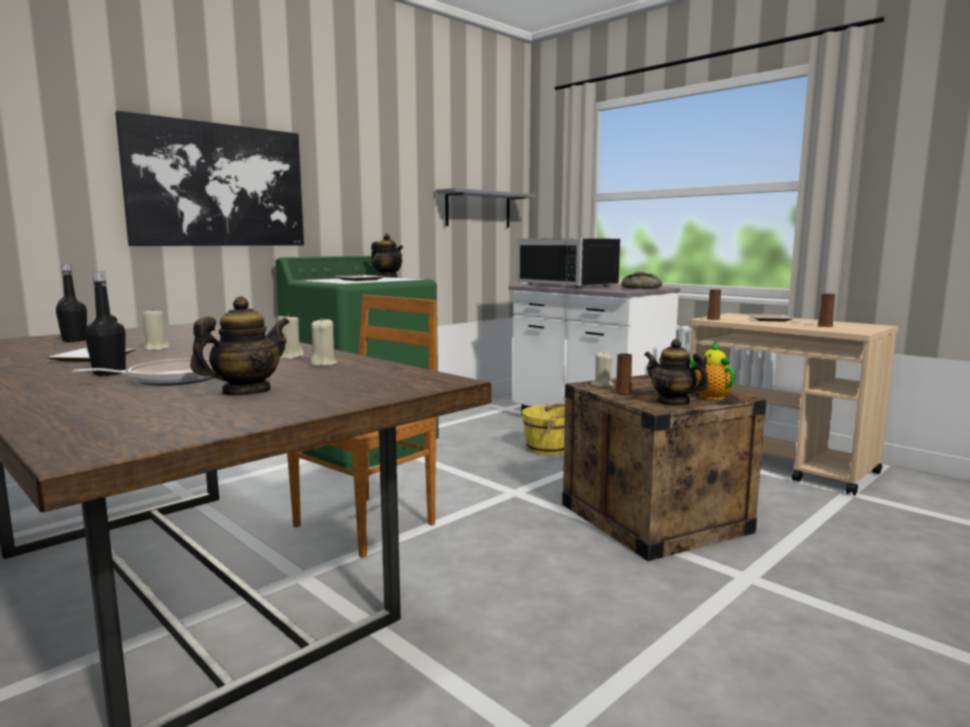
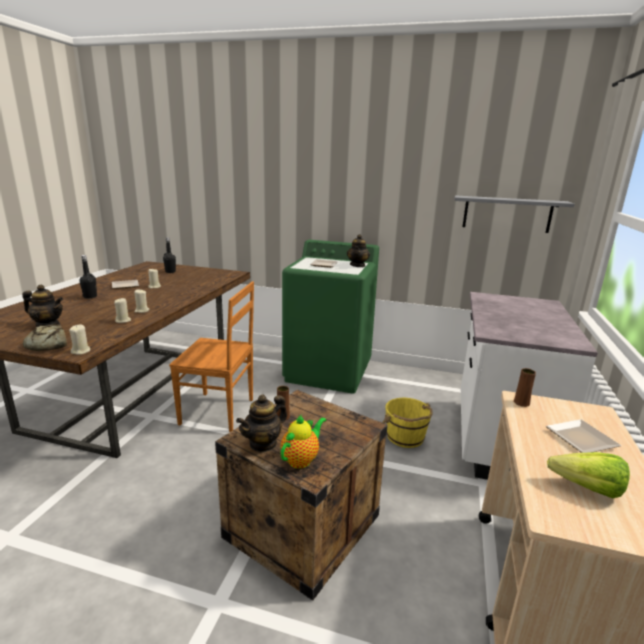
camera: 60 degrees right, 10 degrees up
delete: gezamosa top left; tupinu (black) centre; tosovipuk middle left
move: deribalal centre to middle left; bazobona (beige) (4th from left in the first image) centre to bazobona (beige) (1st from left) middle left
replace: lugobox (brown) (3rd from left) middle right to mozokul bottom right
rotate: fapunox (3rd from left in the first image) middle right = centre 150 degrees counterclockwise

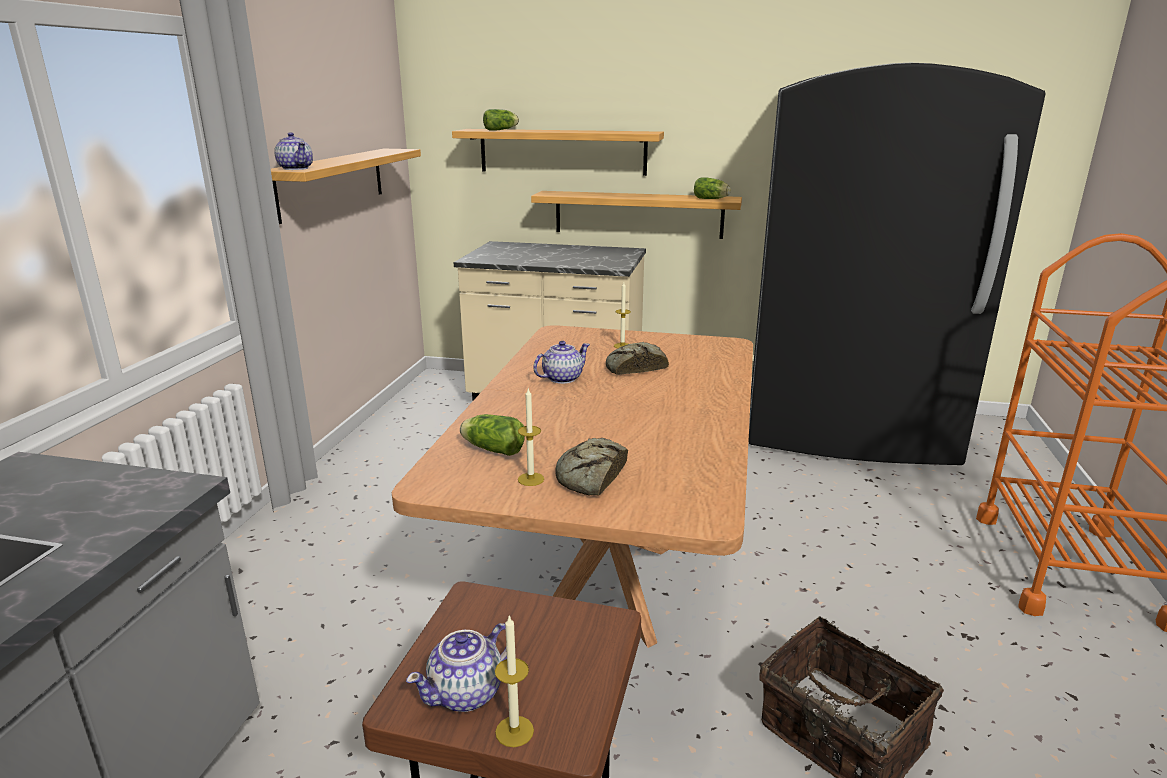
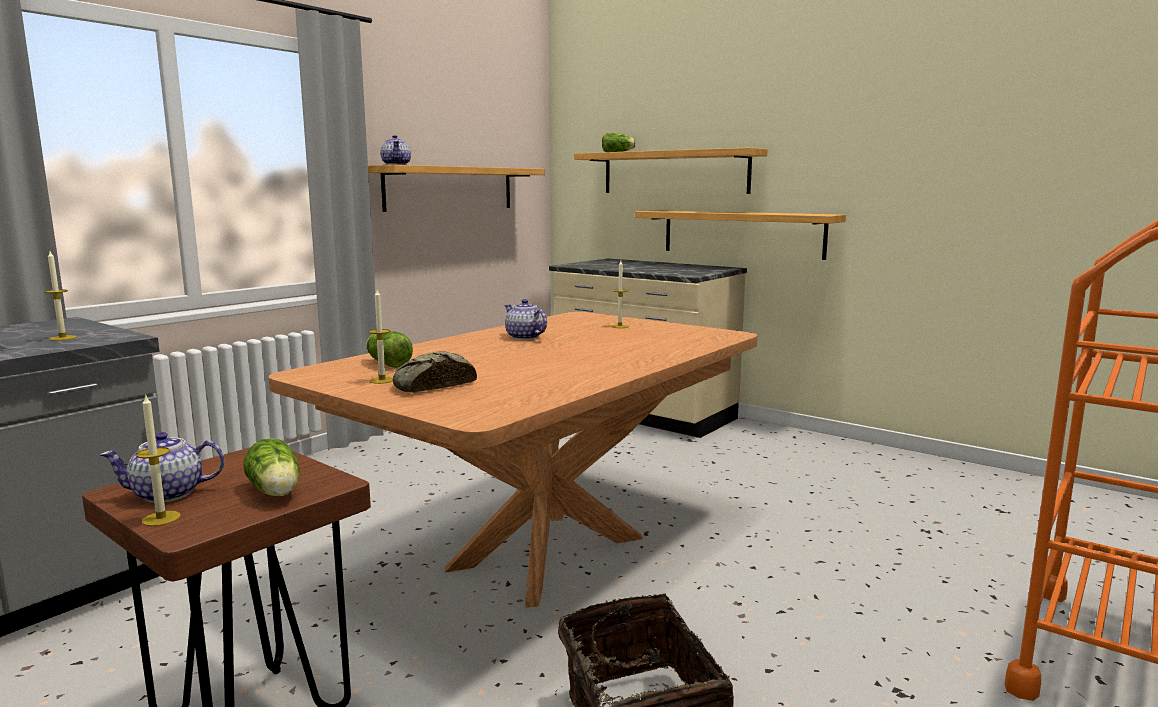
camera: 25 degrees right, 10 degrees down
delete: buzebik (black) middle right; deribalal (2nd from left) centre
insert: bazobona (1st from left) middle left
move: mozokul (3rd from left in the first image) top centre to mozokul (1st from left) middle left
rotate: fapunox (3rd from left) centre = centre 120 degrees counterclockwise

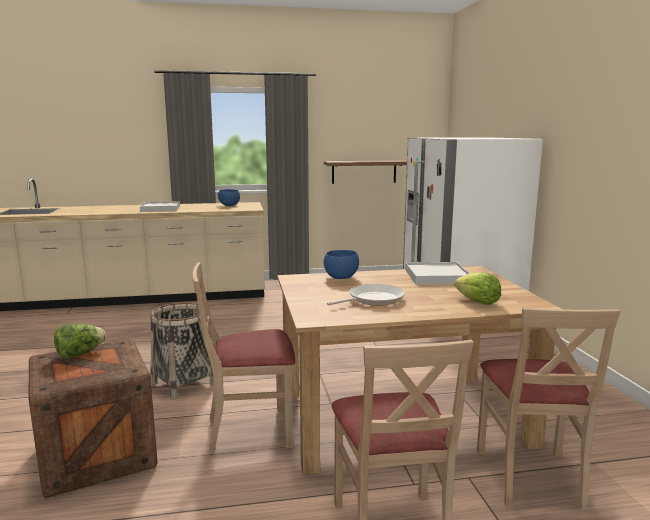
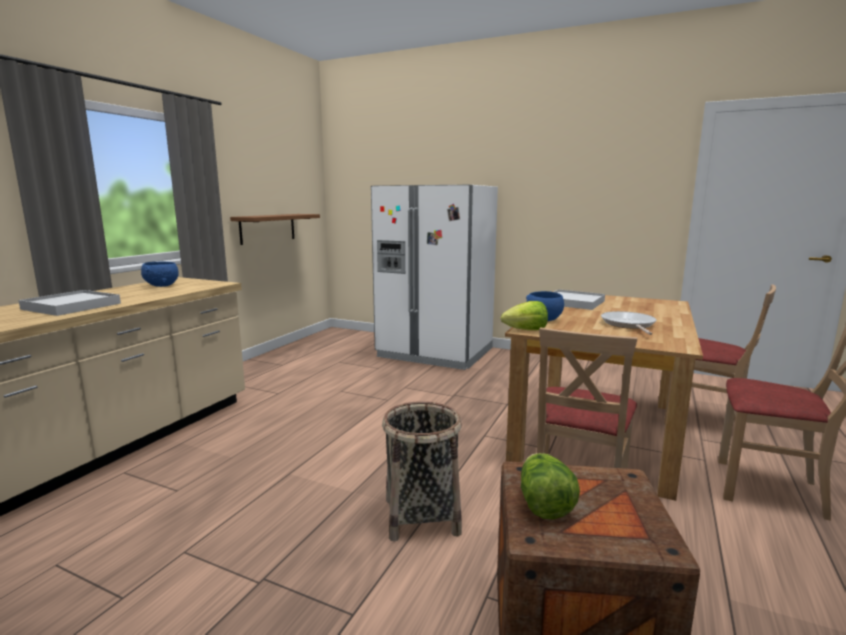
camera: 55 degrees left, 0 degrees up
move: mozokul (2nd from left in the first image) middle right to mozokul (1st from left) centre

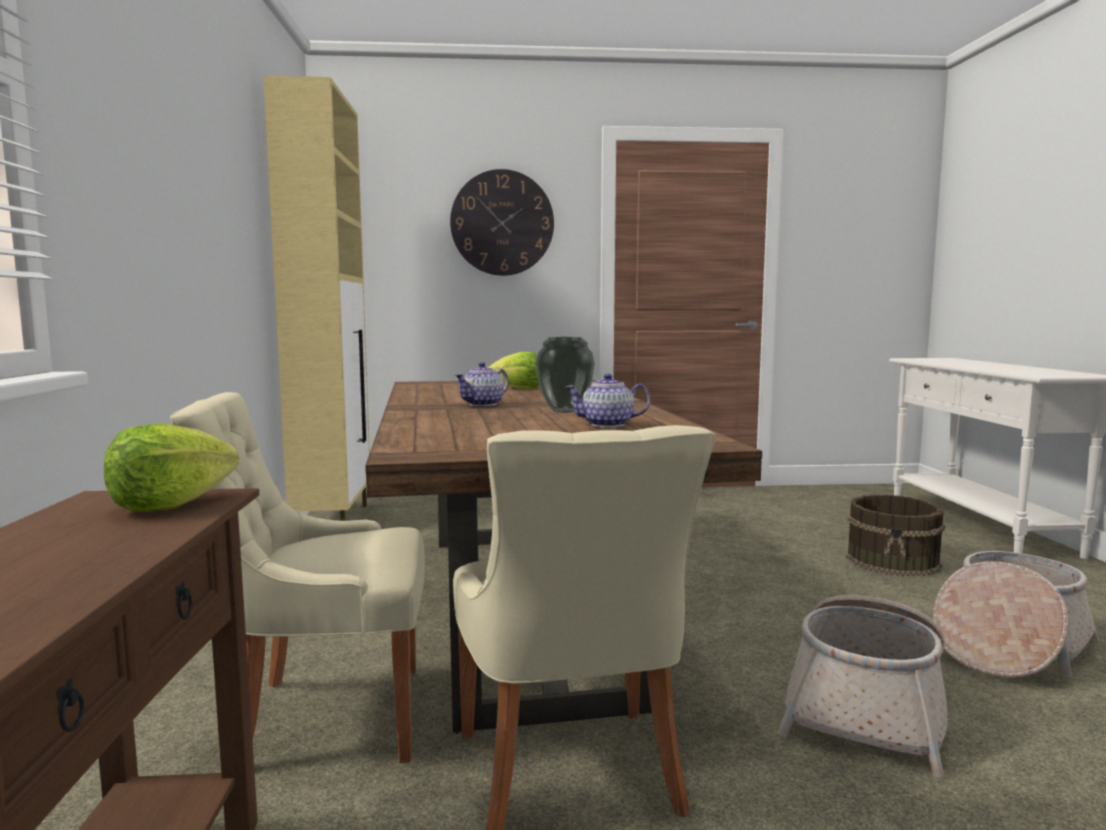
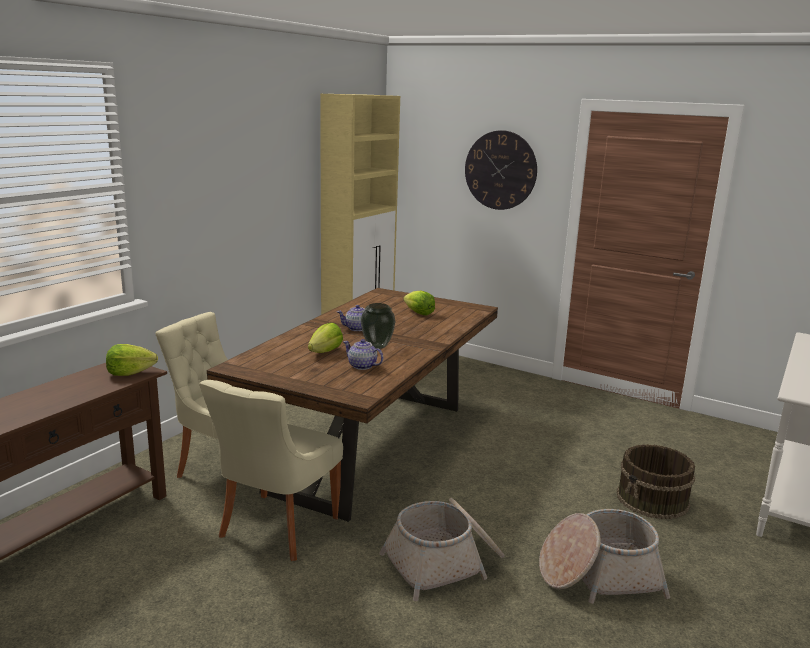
camera: 35 degrees right, 10 degrees up
insert: mozokul (2nd from left) centre

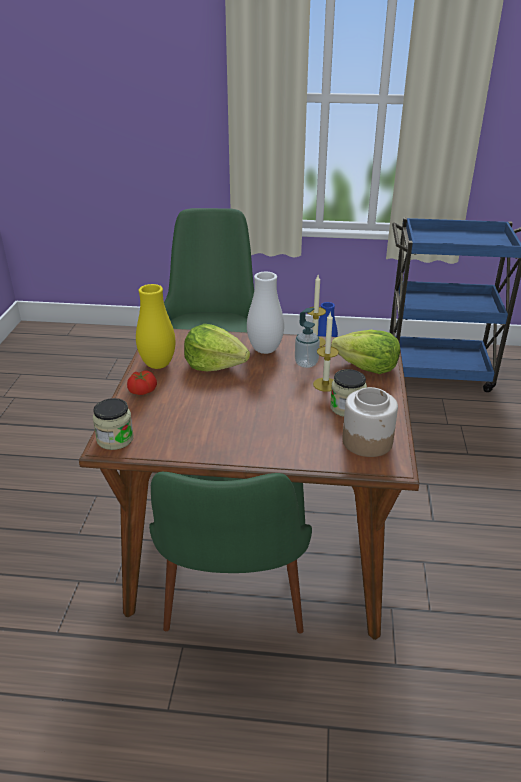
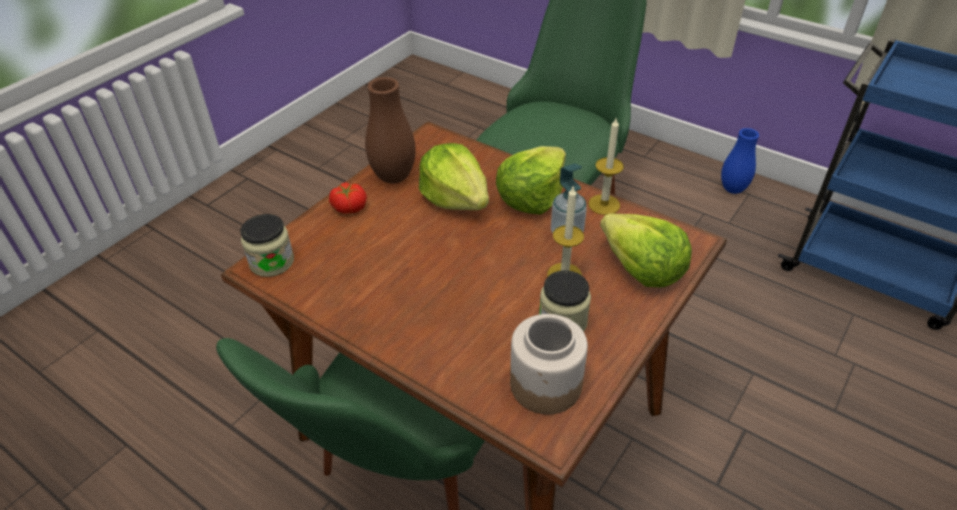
camera: 30 degrees right, 10 degrees up
replace: lugobox (white) centre to mozokul (2nd from left) centre
recolor: lugobox (yellow) middle left to lugobox (brown) top centre

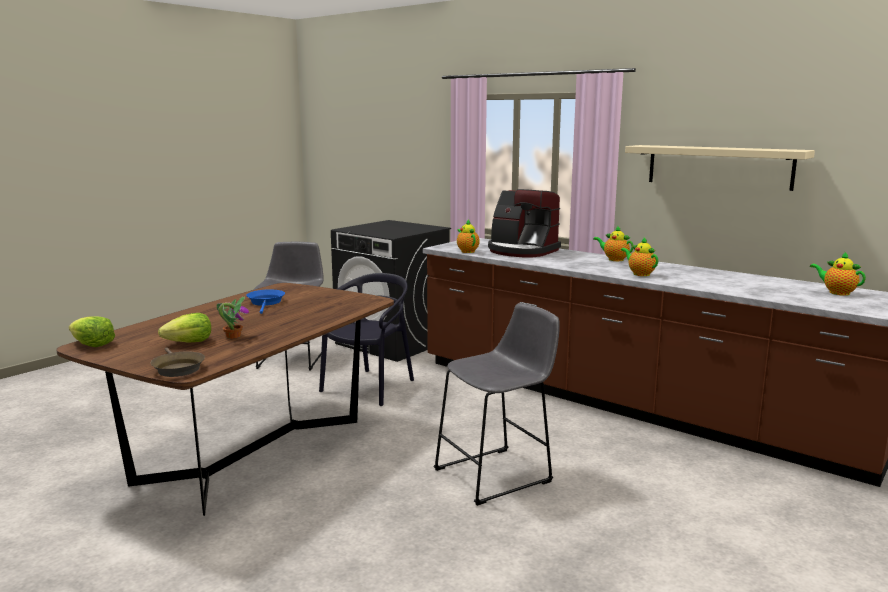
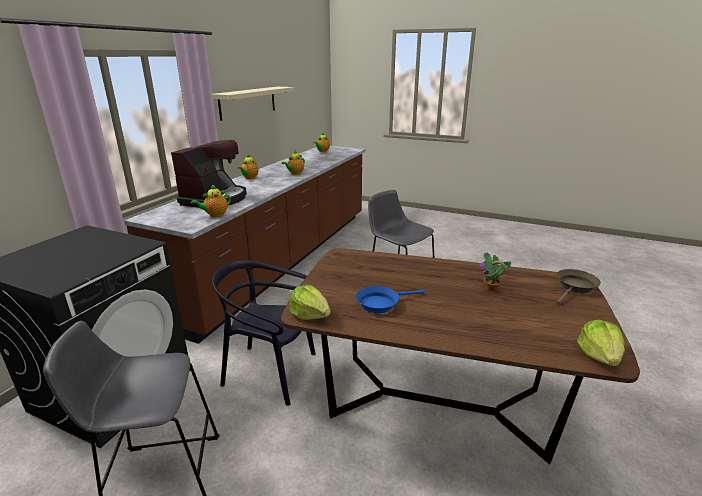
camera: 105 degrees left, 10 degrees up
move: mozokul (2nd from left in the first image) middle left to mozokul (1st from left) centre

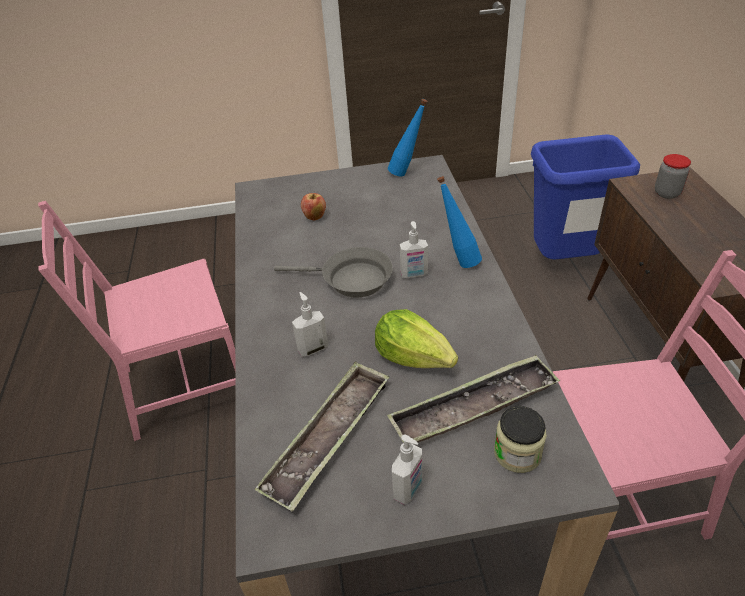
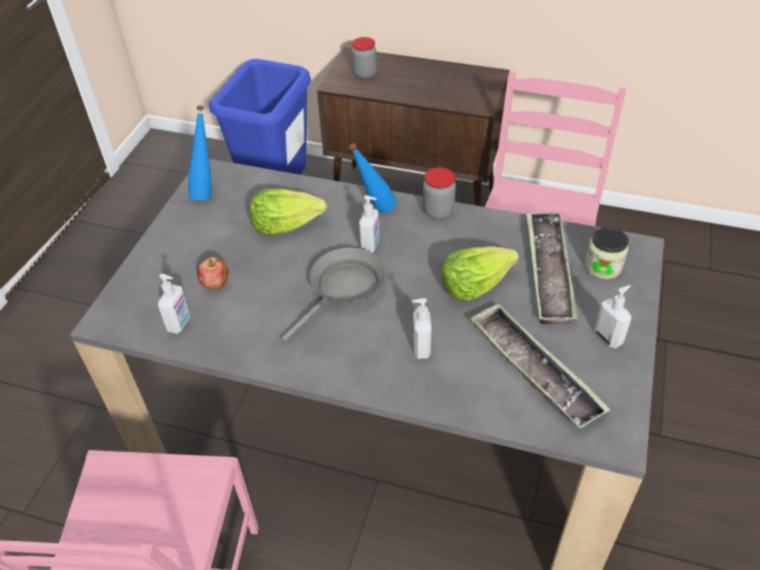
camera: 65 degrees left, 5 degrees up
insert: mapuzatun (2nd from left) centre; mozokul (1st from left) centre; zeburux (1st from left) middle left

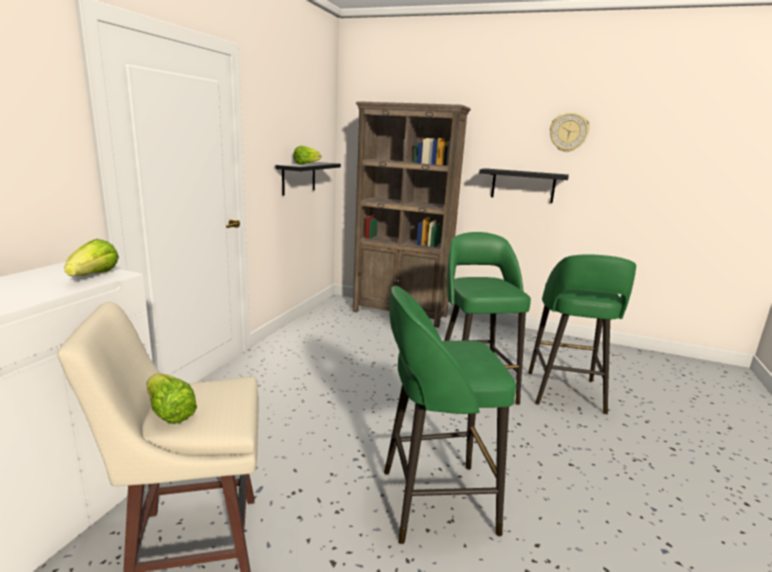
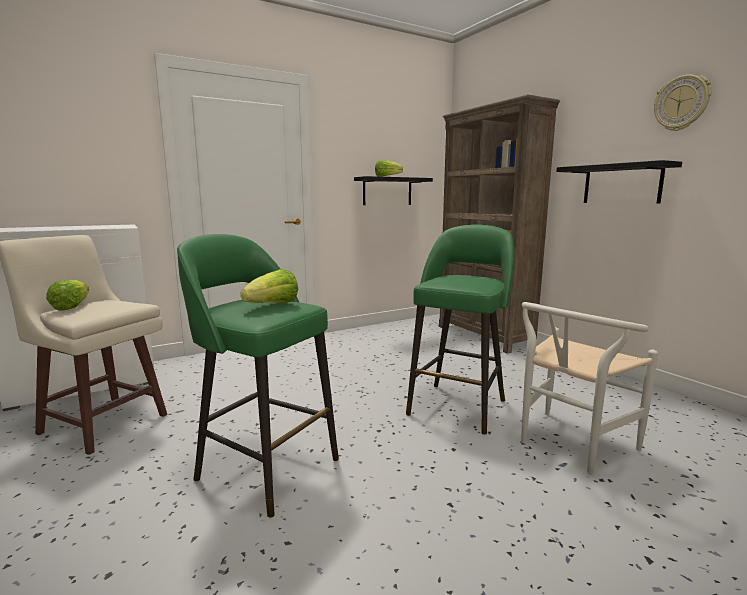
camera: 40 degrees right, 5 degrees down
move: mozokul (1st from left in the first image) middle left to mozokul (2nd from left) centre
replace: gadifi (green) (3rd from left) middle right to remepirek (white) middle right

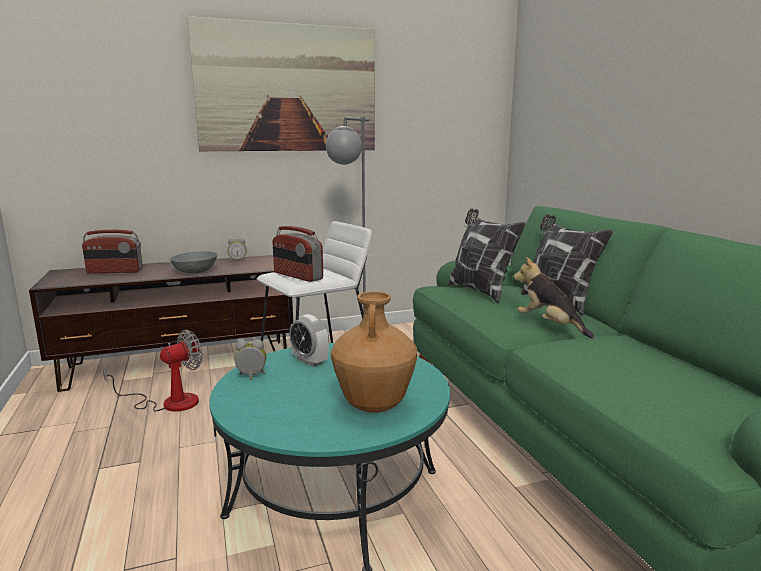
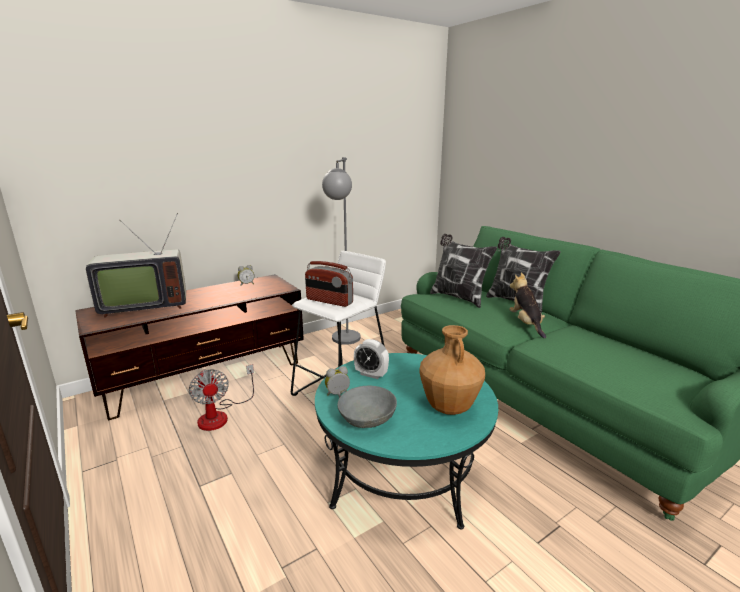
camera: 15 degrees left, 5 degrees up
delete: gezamosa top centre
move: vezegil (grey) middle left to bottom centre
replace: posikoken (1st from left) middle left to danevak middle left
rotate: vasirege middle right = middle right 45 degrees clockwise; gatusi middle left = bottom left 120 degrees clockwise

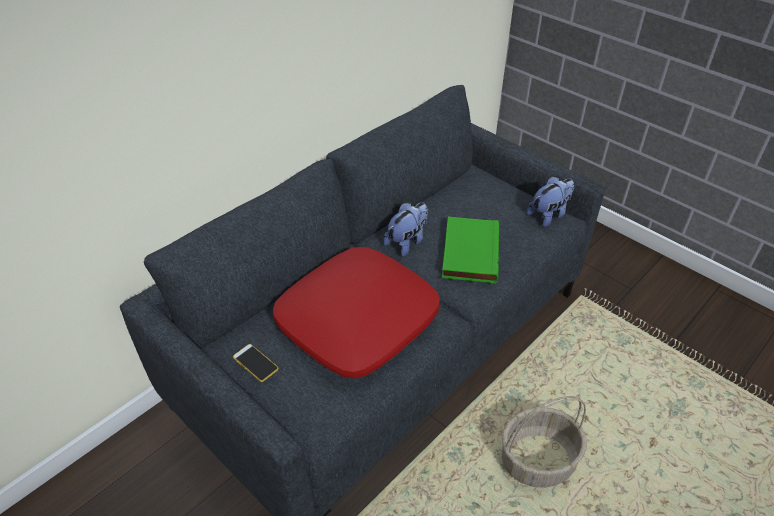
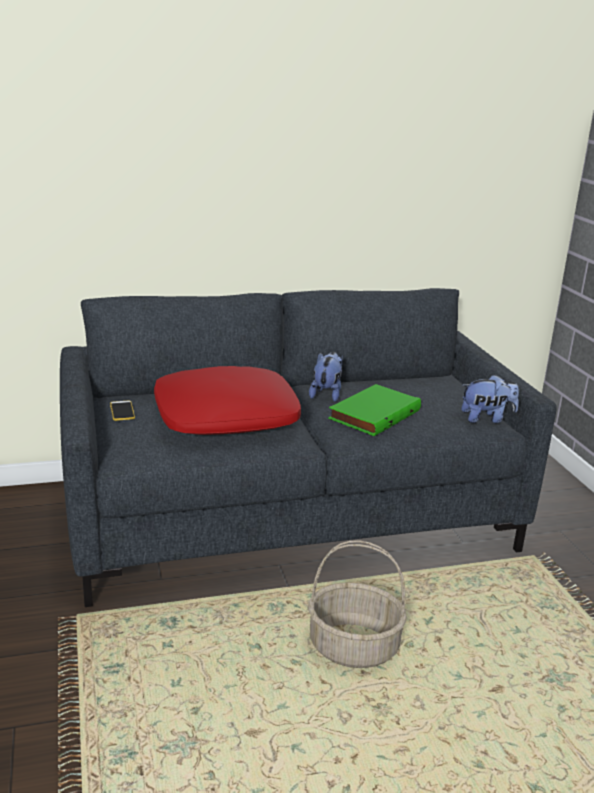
camera: 30 degrees right, 20 degrees down
rotate: vasirege (1st from left) centre = centre 60 degrees counterclockwise

